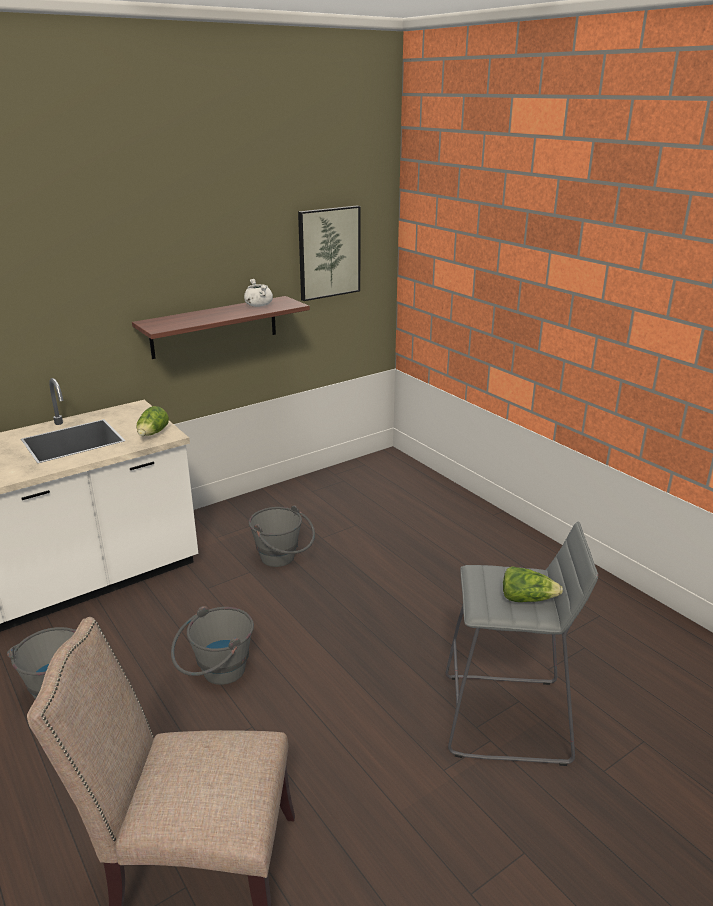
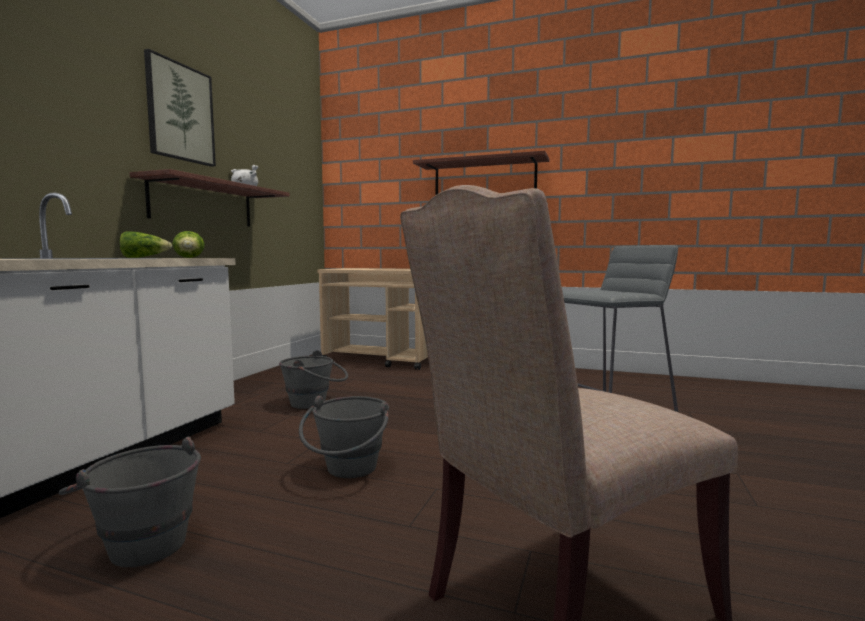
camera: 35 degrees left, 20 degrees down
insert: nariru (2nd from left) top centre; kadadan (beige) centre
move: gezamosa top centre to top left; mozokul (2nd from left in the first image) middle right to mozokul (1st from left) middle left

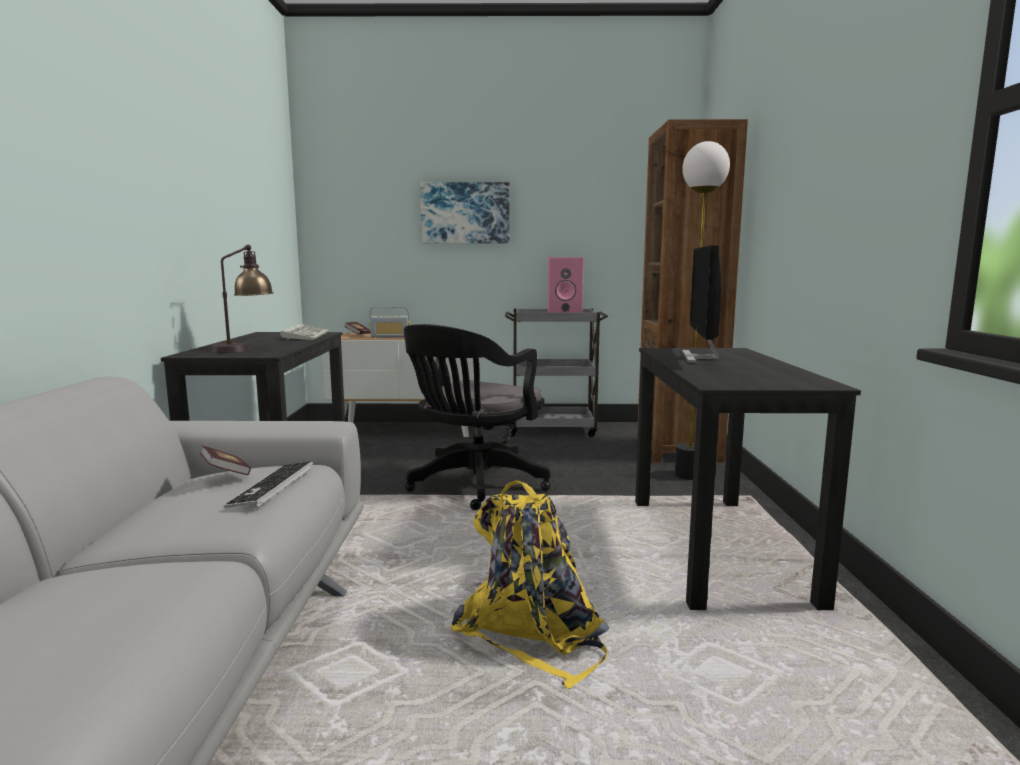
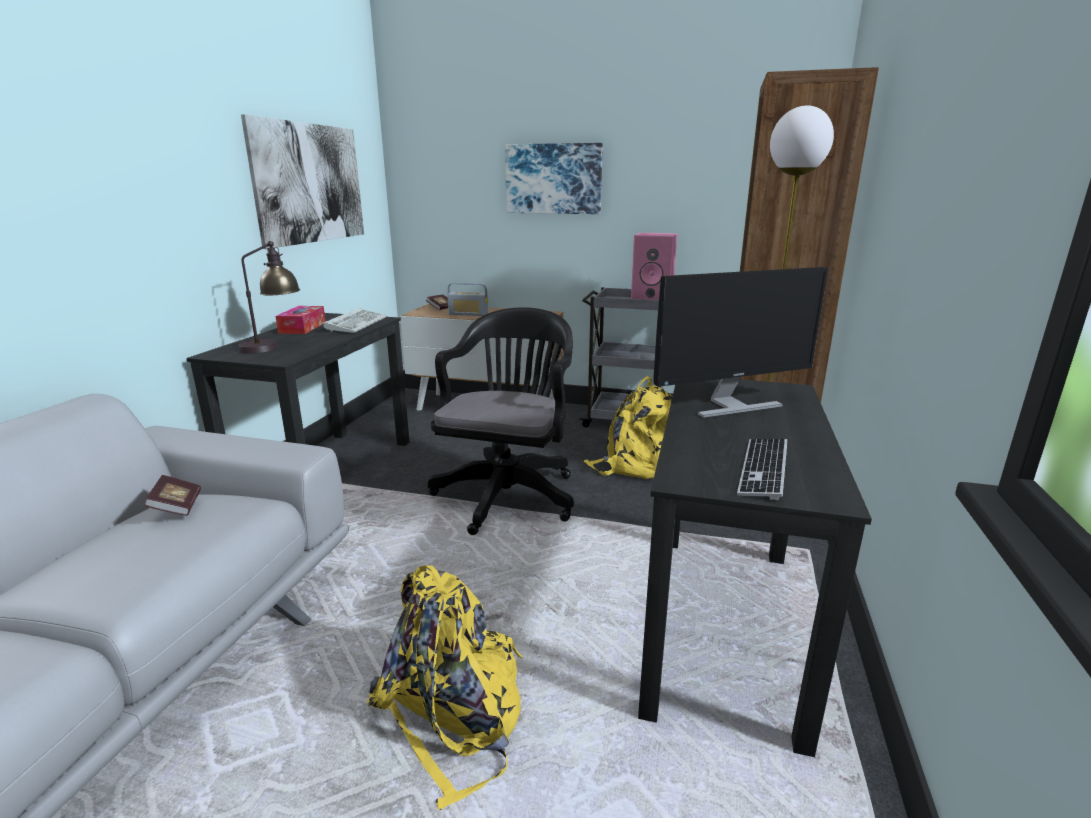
camera: 15 degrees right, 10 degrees up
insert: gezamosa (1st from left) top left; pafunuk middle left; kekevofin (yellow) (2nd from left) centre
move: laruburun (1st from left in the first image) middle left to laruburun (2nd from left) middle right
rotate: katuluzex middle right = middle right 135 degrees counterclockwise; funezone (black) centre = centre 150 degrees clockwise

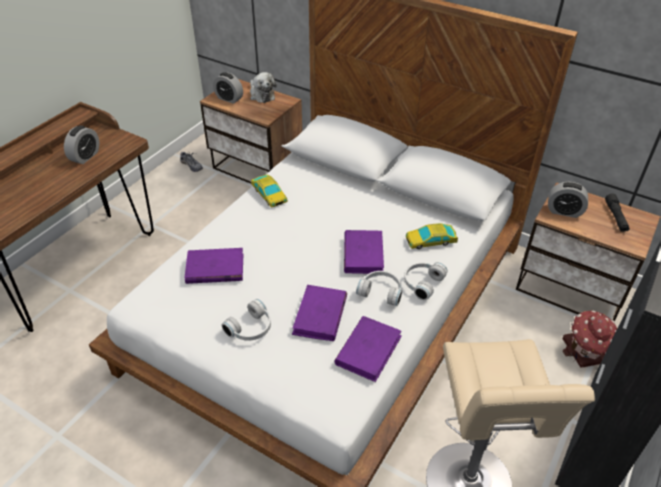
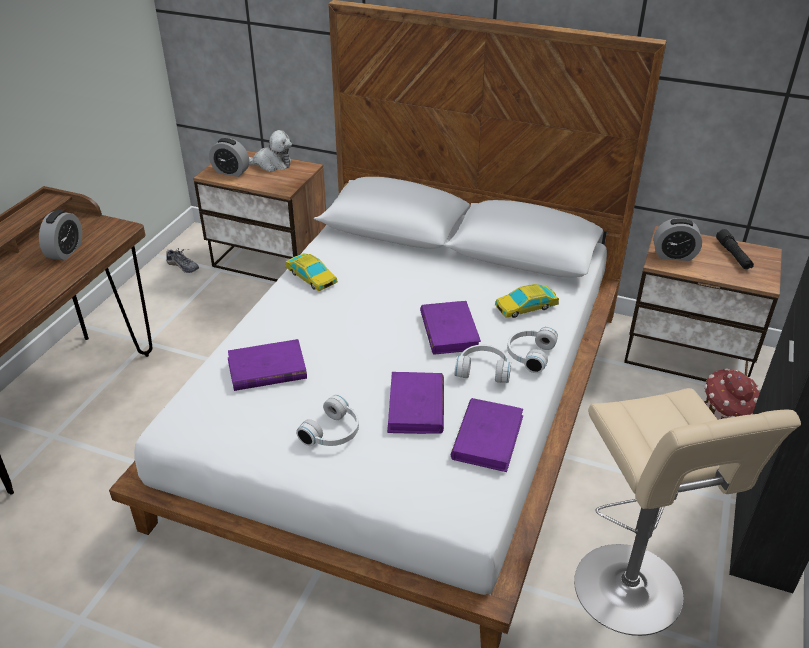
camera: 10 degrees left, 5 degrees down
rotate: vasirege top centre = top centre 45 degrees counterclockwise

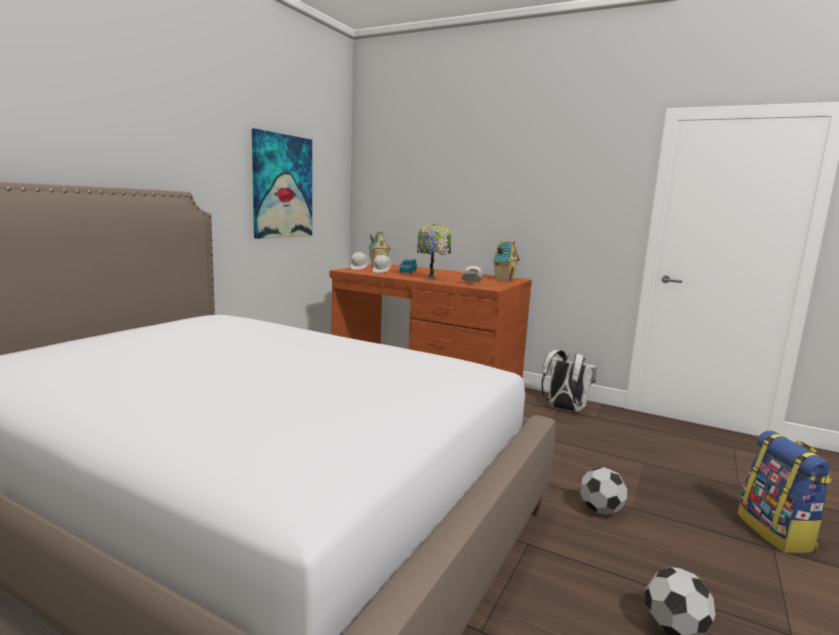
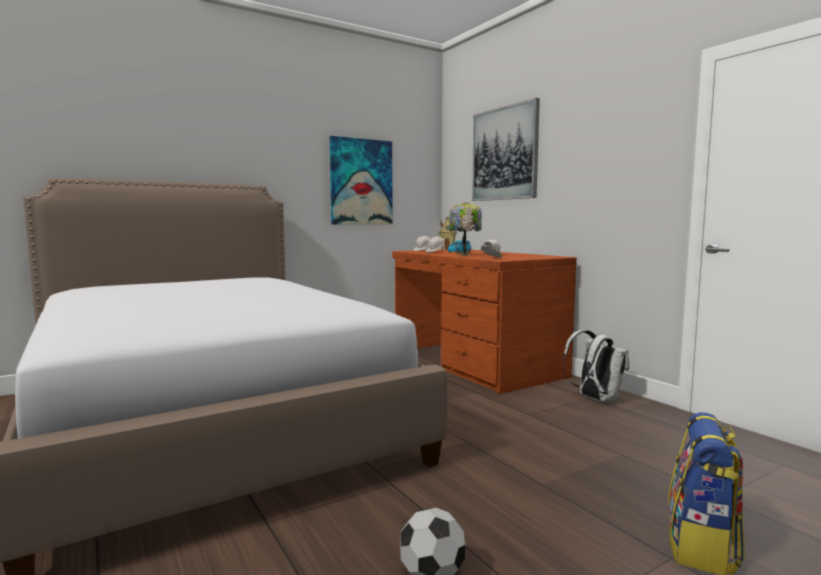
camera: 30 degrees right, 5 degrees down
delete: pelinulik (2nd from left) centre; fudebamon (1st from left) bottom right
insert: gezamosa (2nd from left) top centre

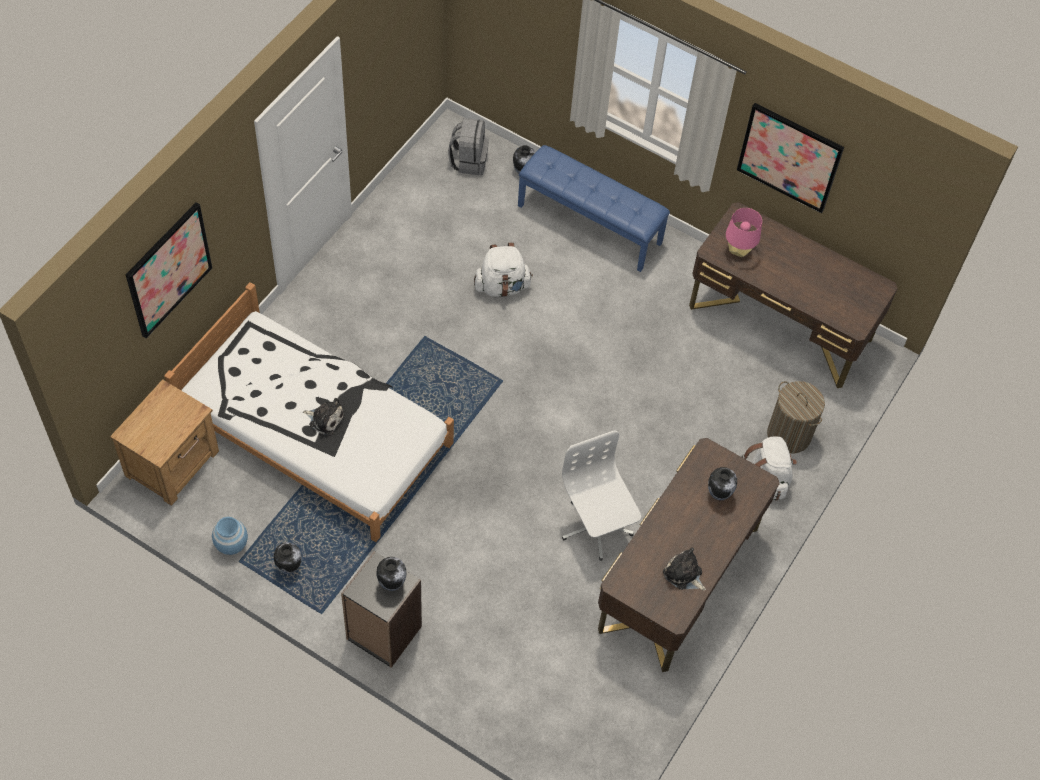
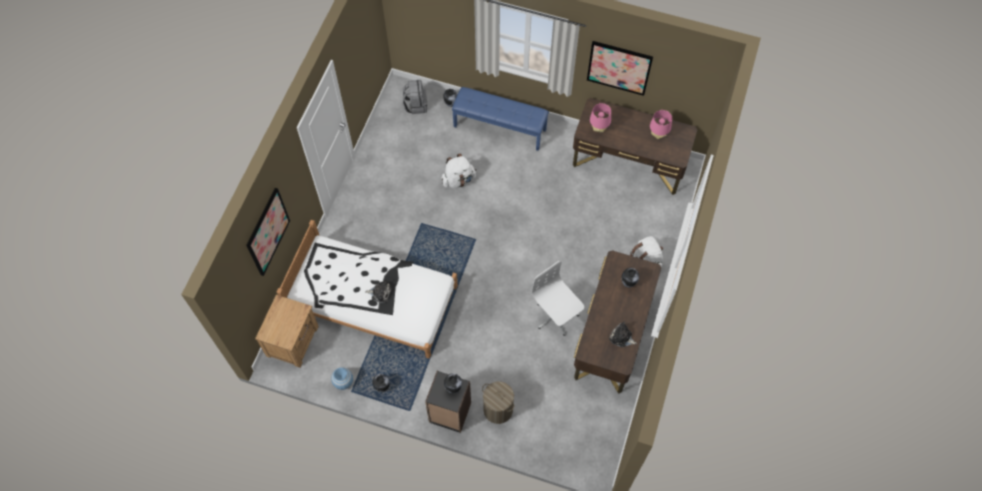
camera: 10 degrees left, 5 degrees up
insert: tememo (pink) (2nd from left) top right
move: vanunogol middle right to bottom centre

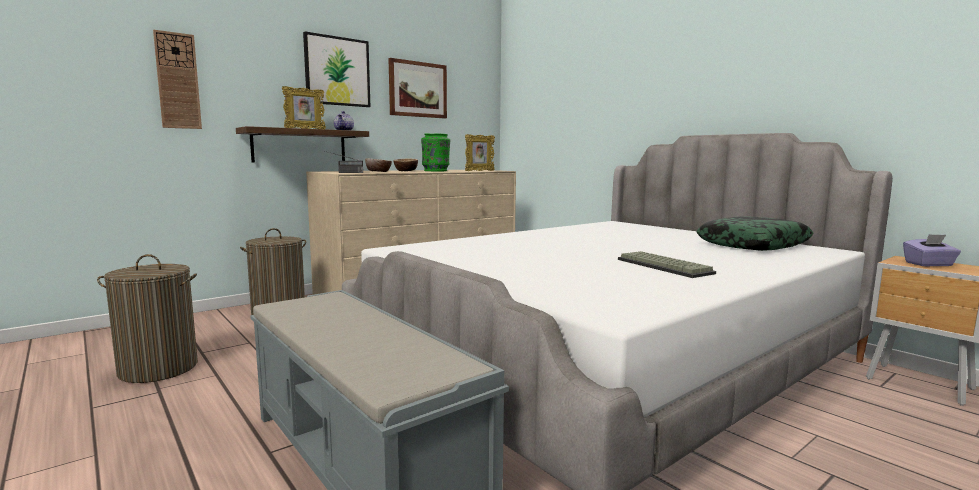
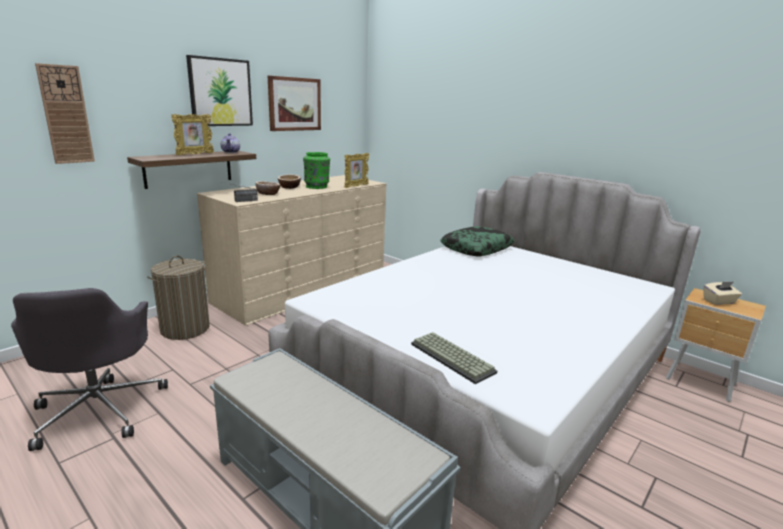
camera: 10 degrees left, 10 degrees up
move: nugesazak middle right to centre; laruburun middle right to bottom centre
replace: vanunogol (1st from left) middle left to funezone (grey) bottom left
recolor: pafunuk (purple) middle right to pafunuk (beige) middle right

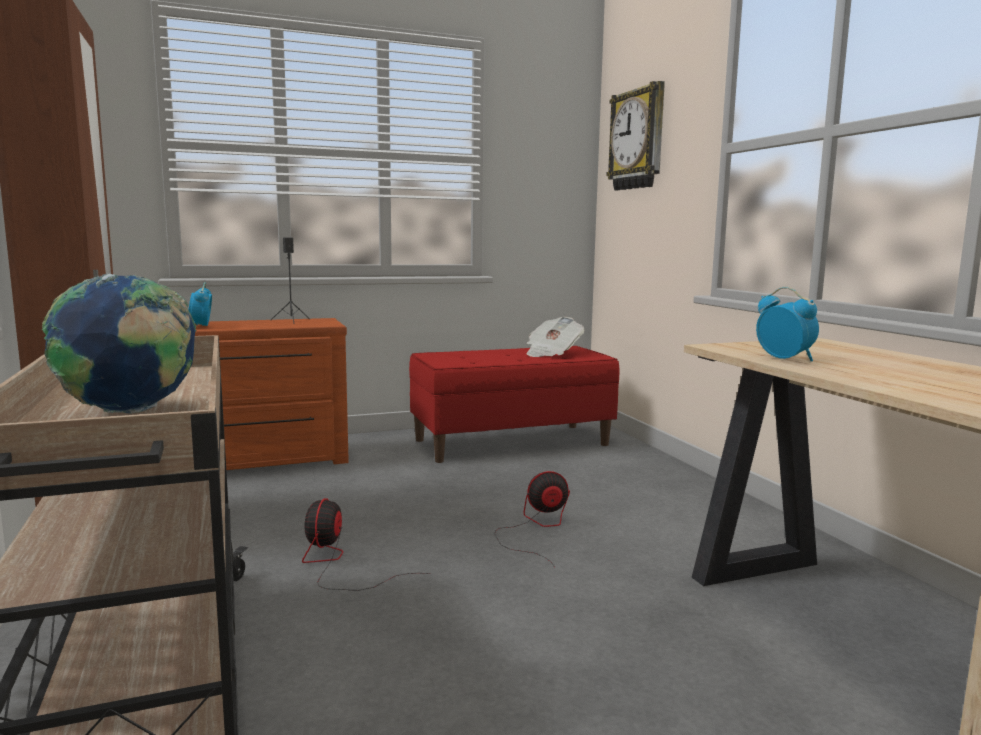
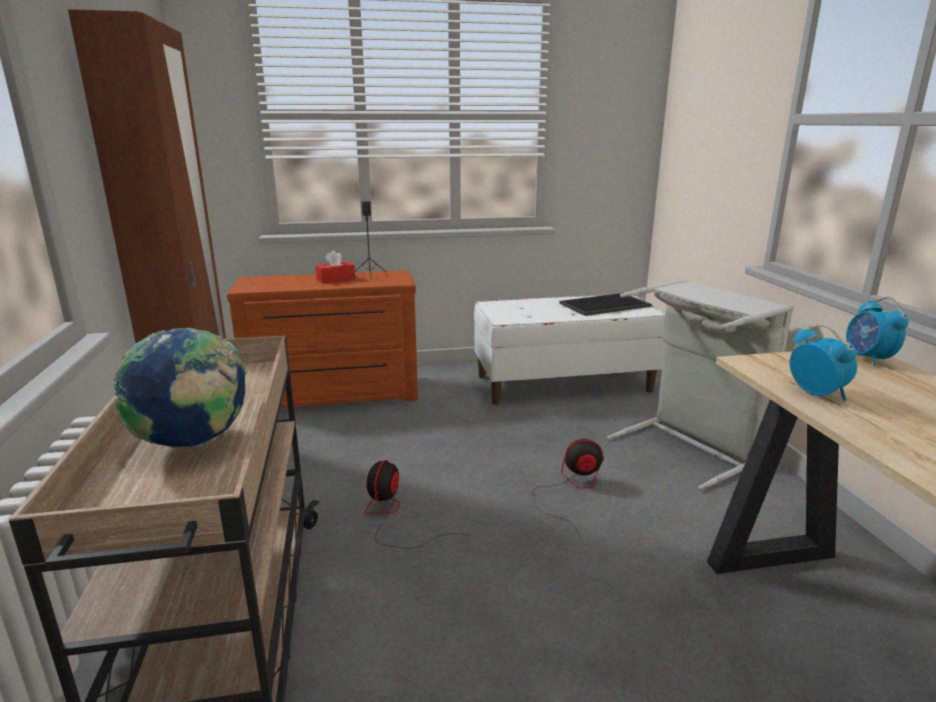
camera: 10 degrees right, 10 degrees up
delete: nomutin top centre
insert: pafunuk (red) centre; vanunogol (grey) middle right
move: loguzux (1st from left in the first image) middle left to loguzux (2nd from left) middle right
replace: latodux centre to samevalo centre
recolor: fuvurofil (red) centre to fuvurofil (white) centre

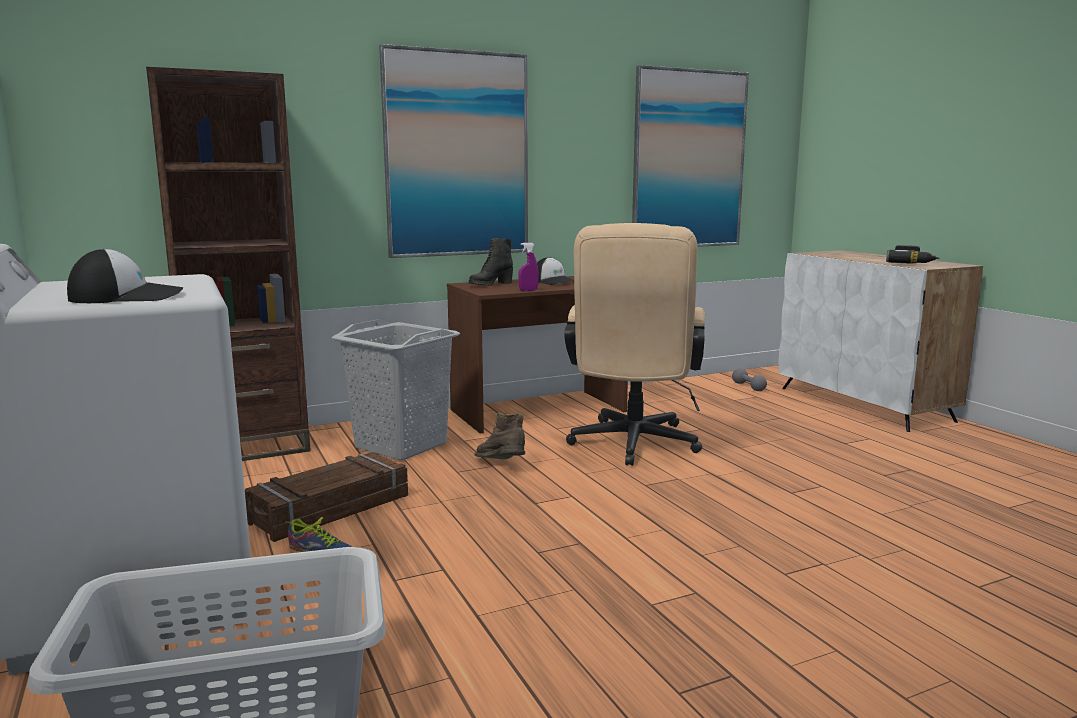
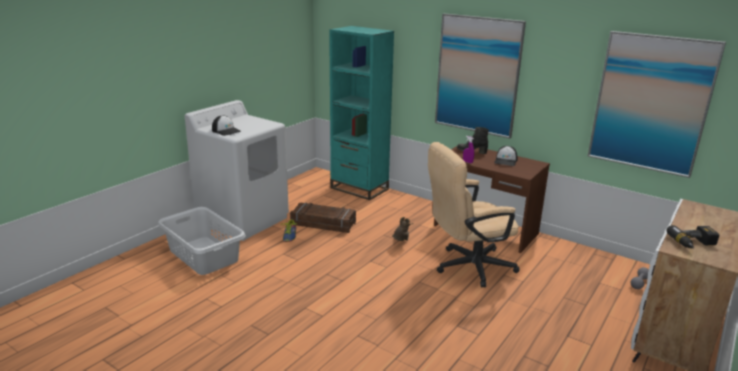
camera: 60 degrees right, 10 degrees up
delete: vanunogol (grey) (2nd from left) centre
recolor: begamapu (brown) middle left to begamapu (turquoise) top centre

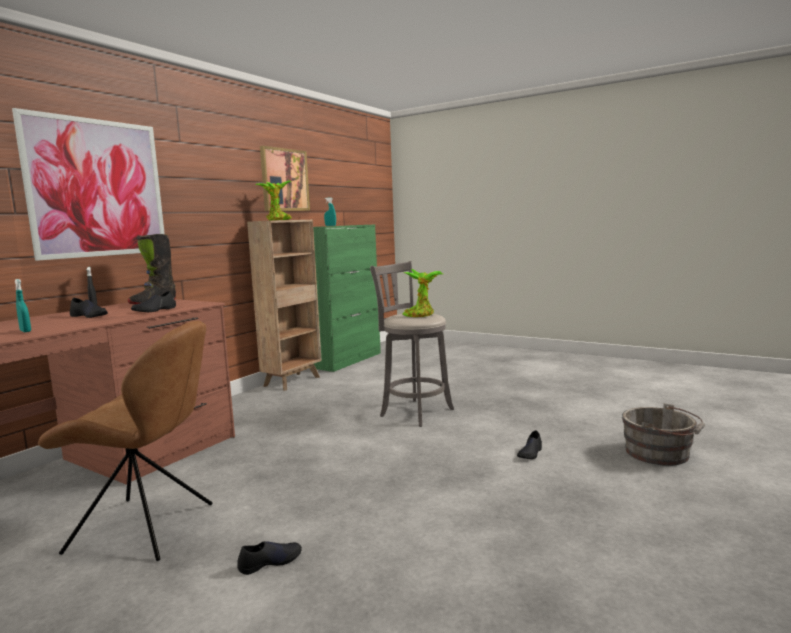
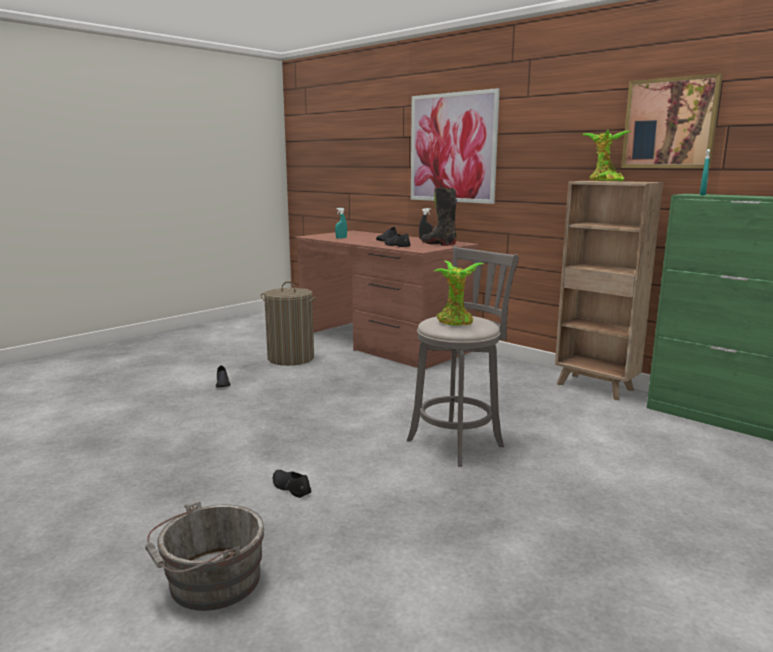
camera: 100 degrees right, 5 degrees up
replace: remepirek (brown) bottom left to vanunogol centre

